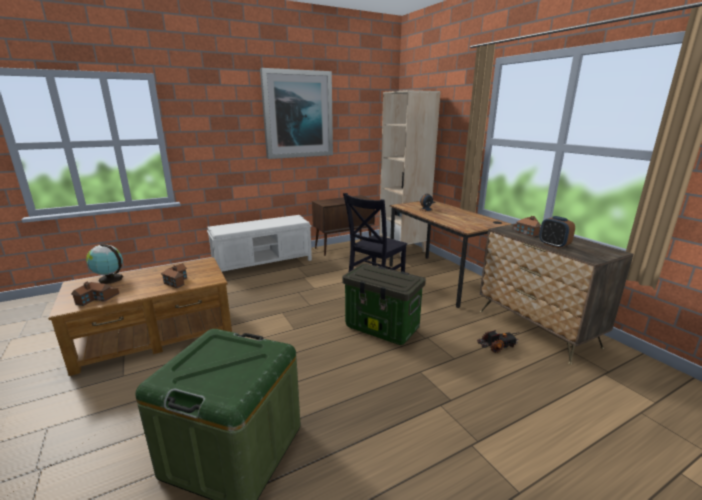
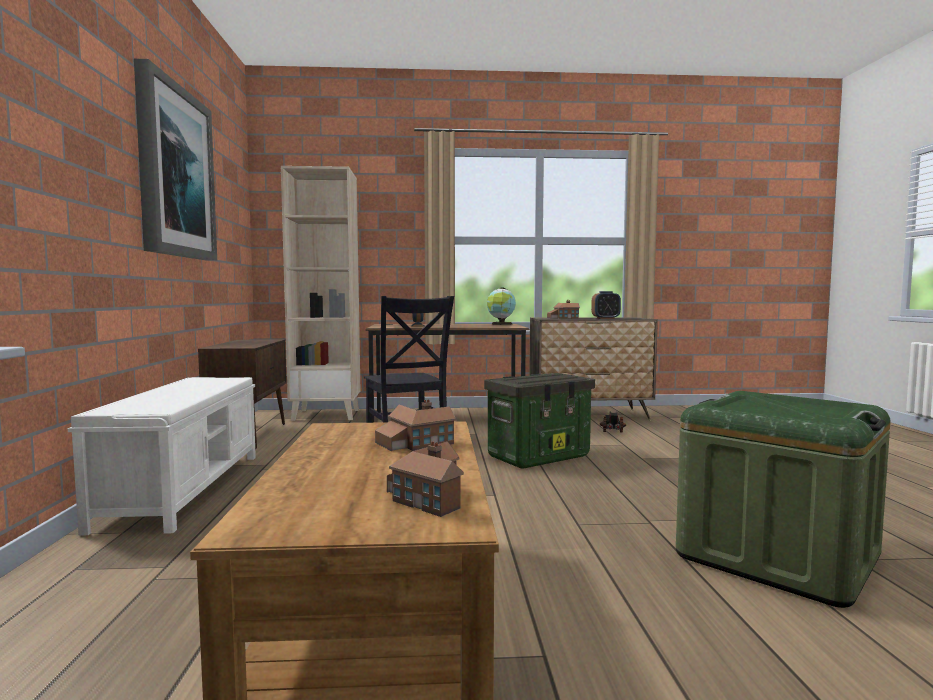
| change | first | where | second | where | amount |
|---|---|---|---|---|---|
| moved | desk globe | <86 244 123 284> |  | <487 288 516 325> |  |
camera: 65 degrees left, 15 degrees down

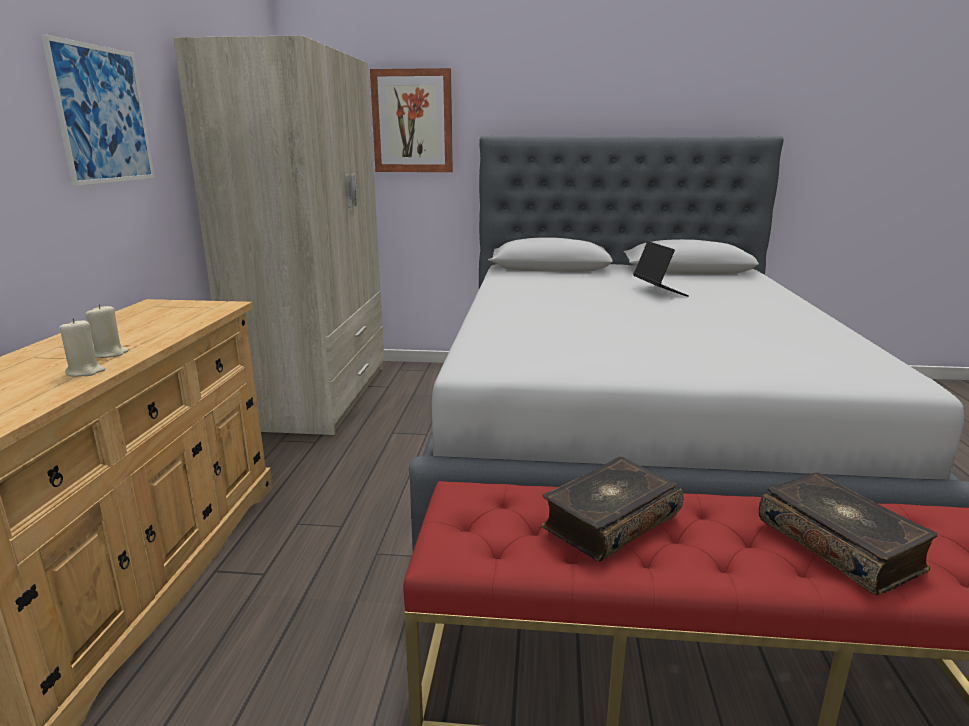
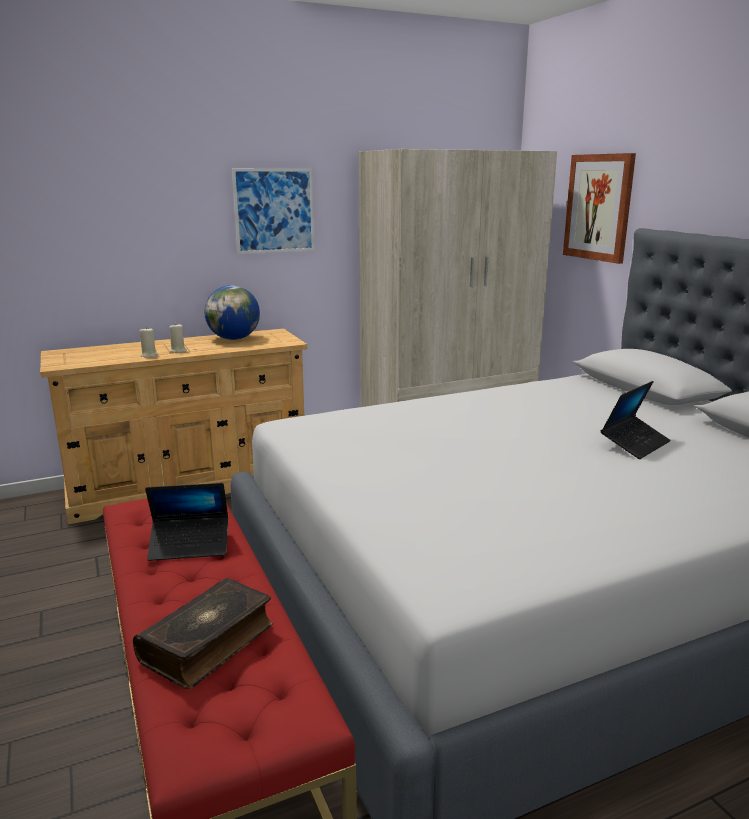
| change | first | where | second | where | amount |
|---|---|---|---|---|---|
| replaced | book | <541 456 684 562> | laptop | <145 483 228 561> |  |
| added |  |  | desk globe | <204 285 260 340> |  |
camera: 60 degrees right, 0 degrees up

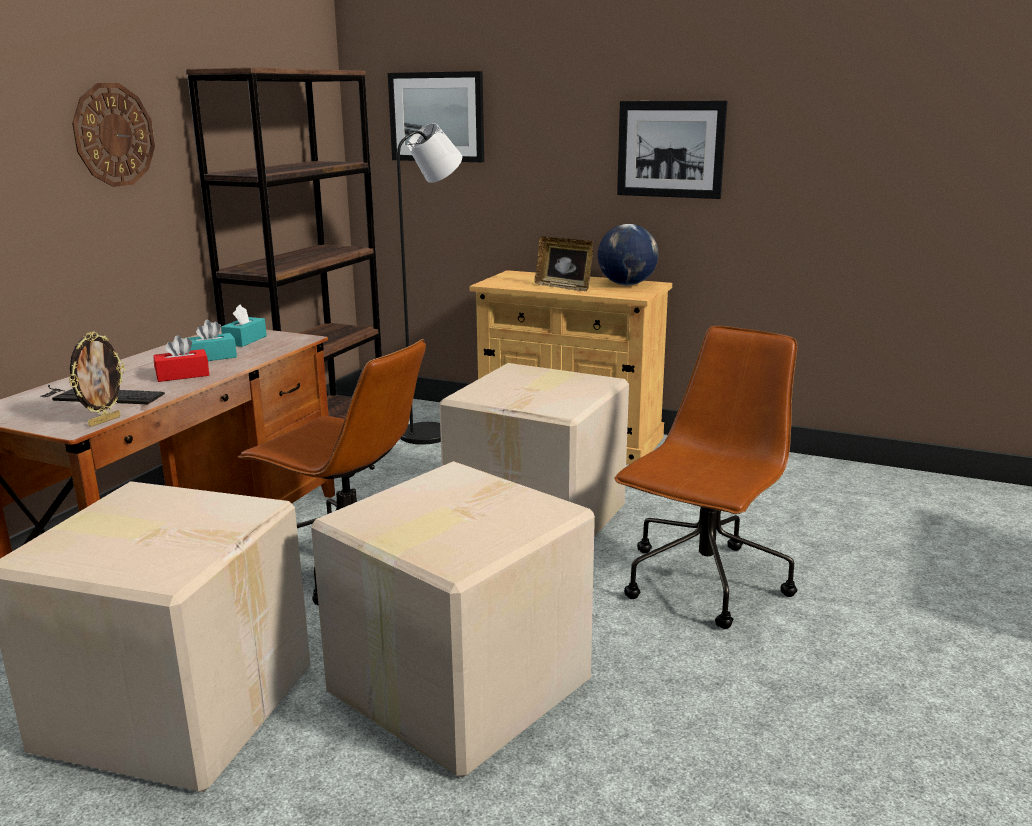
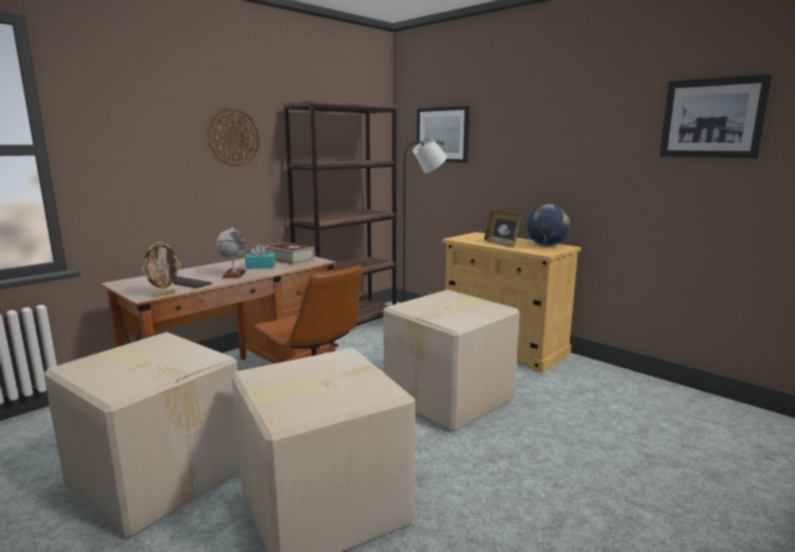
| change | first | where | second | where | amount |
|---|---|---|---|---|---|
| replaced | box of tissues/red | <153 335 209 382> | desk globe | <216 227 247 278> |  |
| replaced | box of tissues/blue-green | <221 305 267 347> | book | <265 242 314 265> |  |
| moved | wall art | <617 101 727 199> |  | <660 74 772 158> |  |
| removed | computer chair/brown-coloured | <614 326 797 629> |  |  |  |
camera: 20 degrees right, 5 degrees down

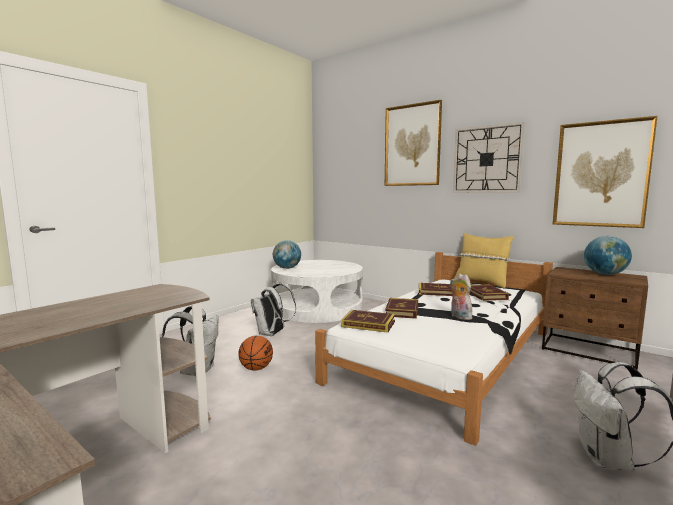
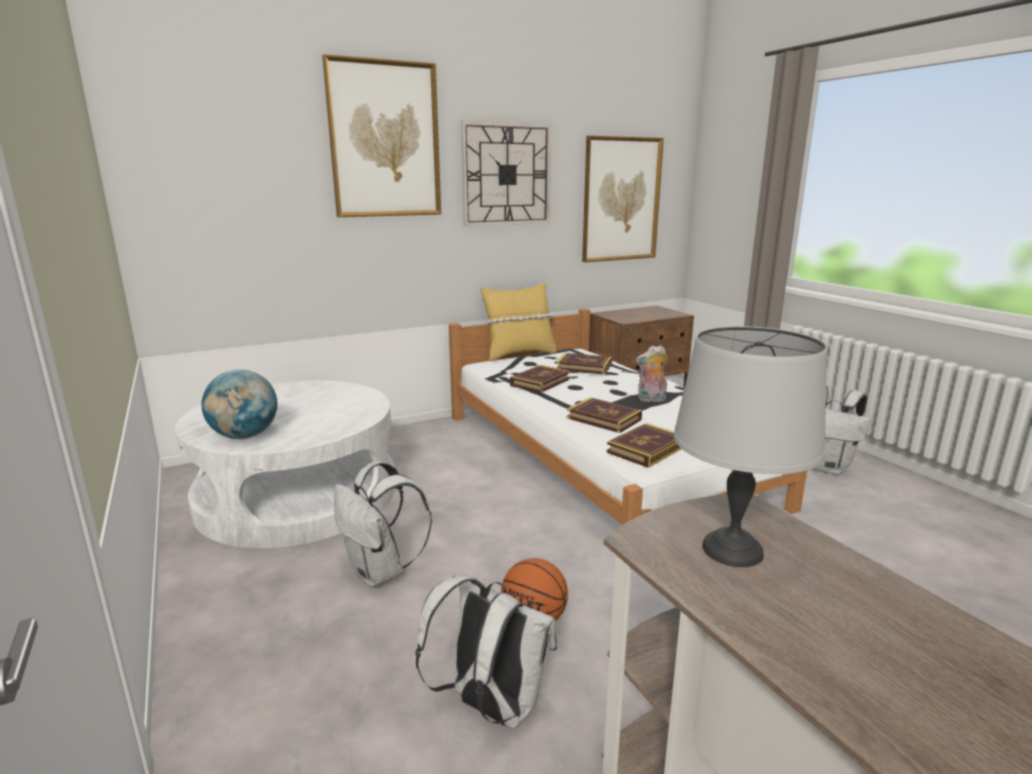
| change | first | where | second | where | amount |
|---|---|---|---|---|---|
| added |  |  | tabletop lamp/grey | <673 326 828 567> |  |
| removed | desk globe | <584 236 632 275> |  |  |  |
camera: 65 degrees left, 10 degrees up

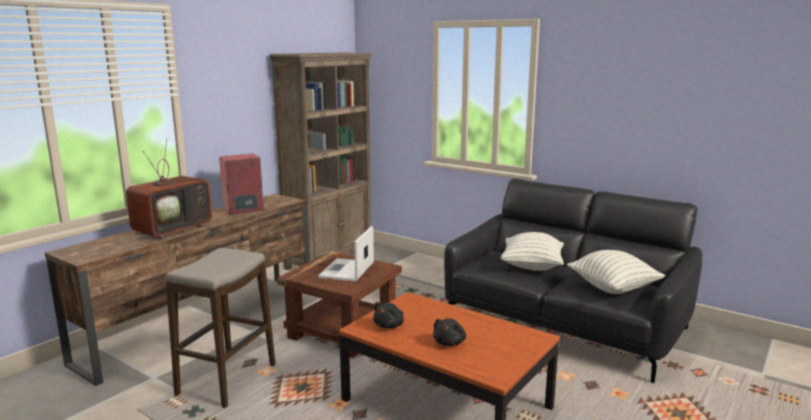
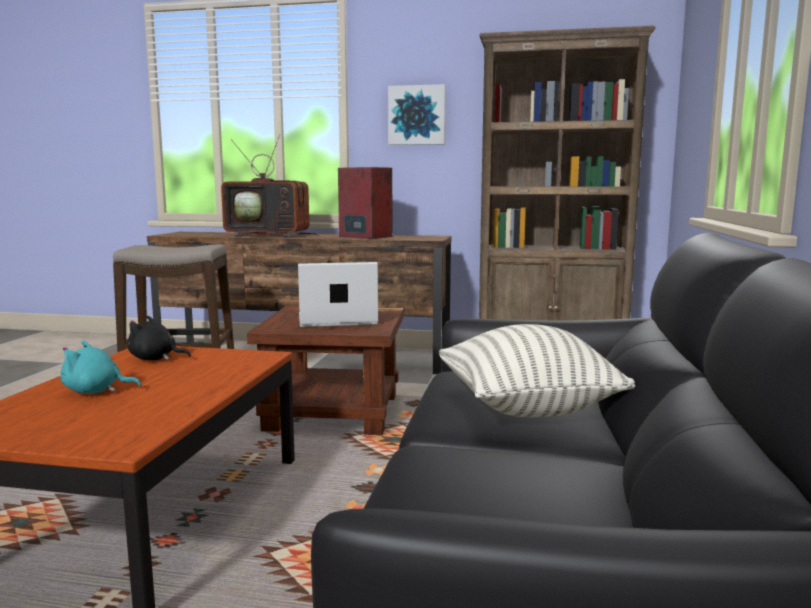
| change | first | where | second | where | amount |
|---|---|---|---|---|---|
| recoloured | soft toy/blackish | <433 319 466 346> | soft toy/blue-green | <60 340 141 394> |  |
| added |  |  | wall art | <388 84 446 145> |  |
| removed | throw pillow | <567 250 665 294> |  |  |  |
camera: 65 degrees right, 5 degrees down

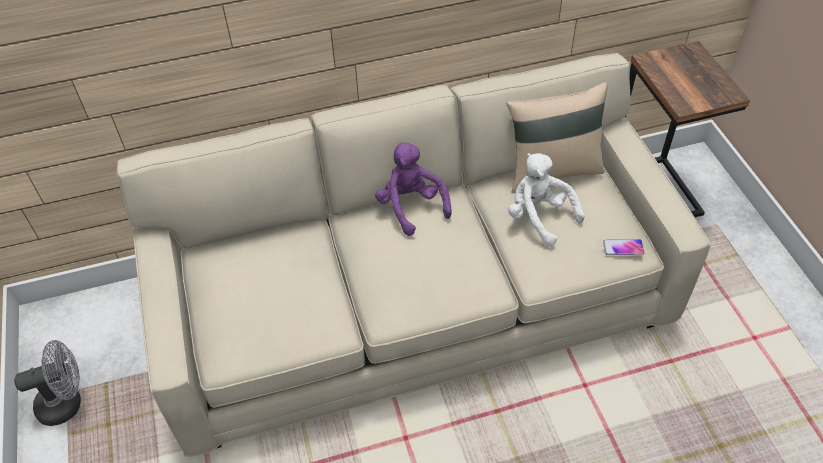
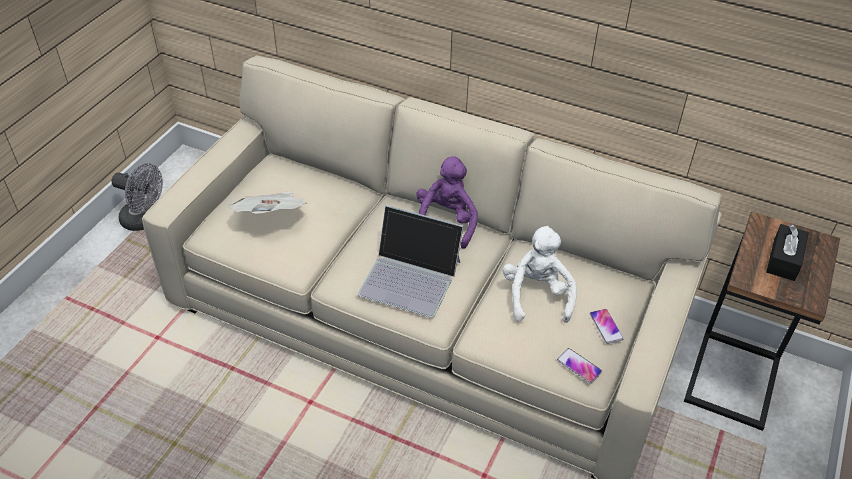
| change | first | where | second | where | amount |
|---|---|---|---|---|---|
| added |  |  | newspaper | <228 191 307 214> |  |
| added |  |  | laptop | <357 205 464 318> |  |
| added |  |  | phone | <590 309 624 344> |  |
| added |  |  | box of tissues/blackish | <766 224 809 281> |  |
| removed | throw pillow/beige-coloured | <506 82 607 193> |  |  |  |
camera: 40 degrees right, 5 degrees down

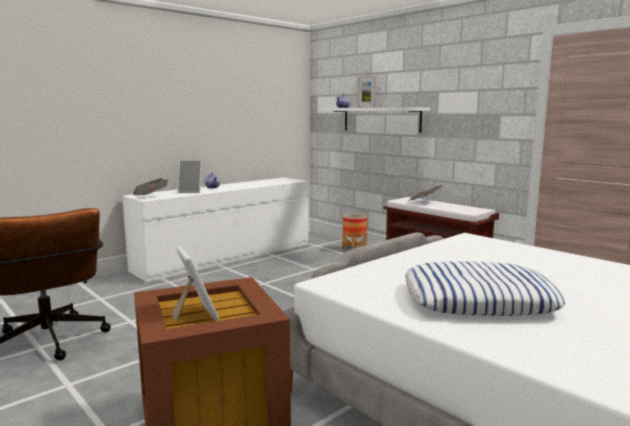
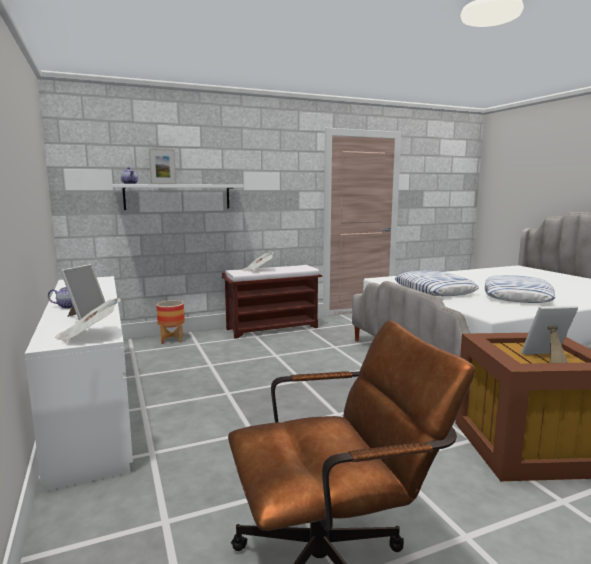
| change | first | where | second | where | amount |
|---|---|---|---|---|---|
| added |  |  | throw pillow | <395 271 479 296> |  |
camera: 70 degrees left, 0 degrees up

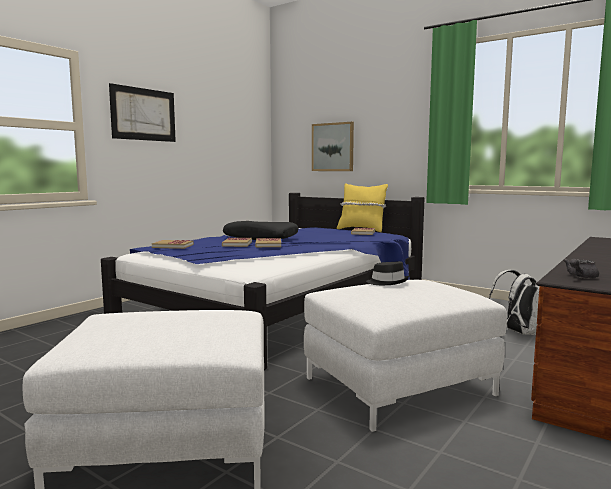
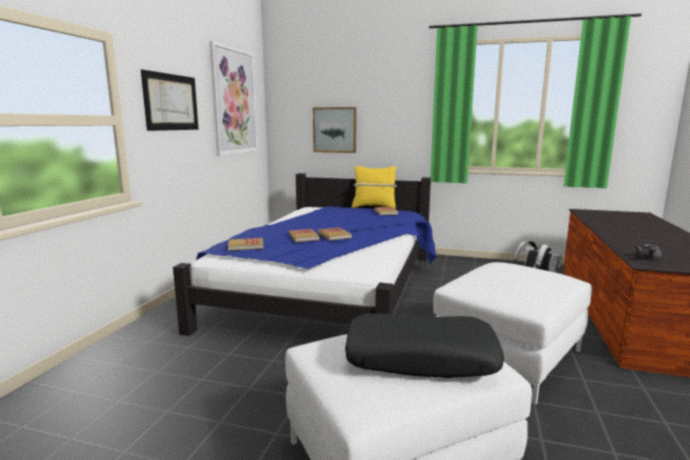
| change | first | where | second | where | amount |
|---|---|---|---|---|---|
| added |  |  | wall art | <209 41 258 156> |  |
| moved | throw pillow/blackish | <223 221 299 240> |  | <345 313 504 378> |  |
| removed | wearable hat/blackish | <366 261 409 285> |  |  |  |
camera: 20 degrees left, 5 degrees up

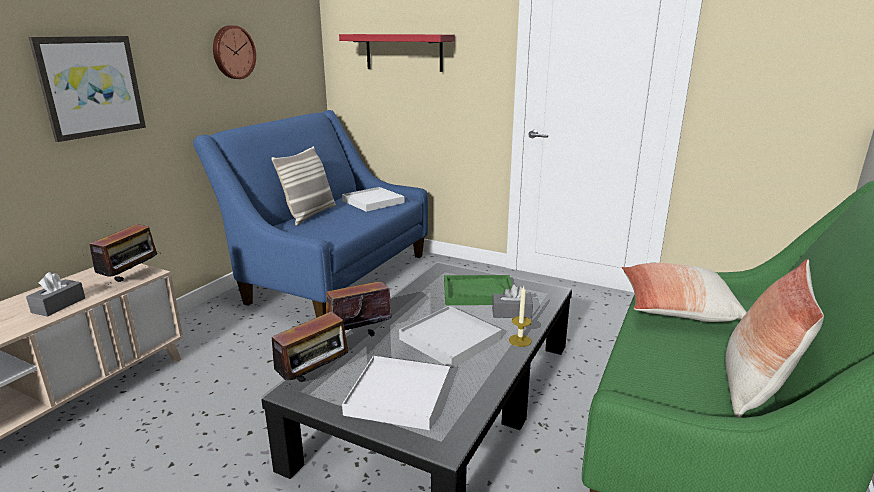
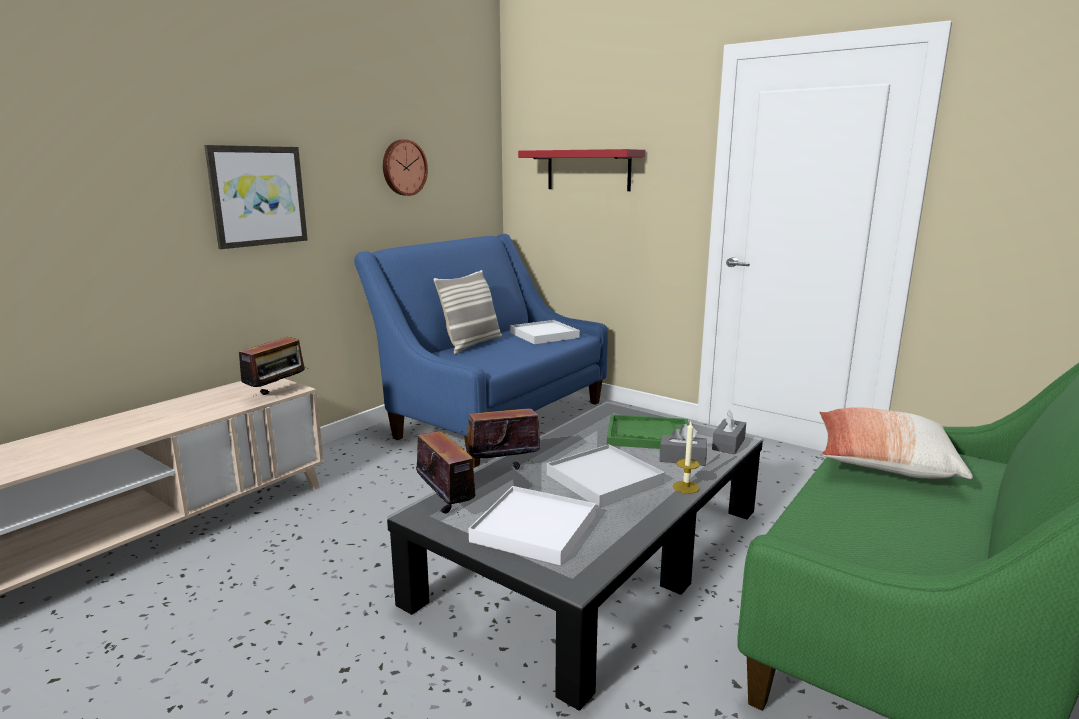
| change | first | where | second | where | amount |
|---|---|---|---|---|---|
| turned | radio receiver | <272 312 352 385> |  | <413 431 476 516> | 90 degrees counterclockwise |
| moved | box of tissues/grey | <26 272 85 317> |  | <712 410 746 454> |  |
| removed | throw pillow | <725 259 824 418> |  |  |  |
camera: 10 degrees right, 5 degrees down

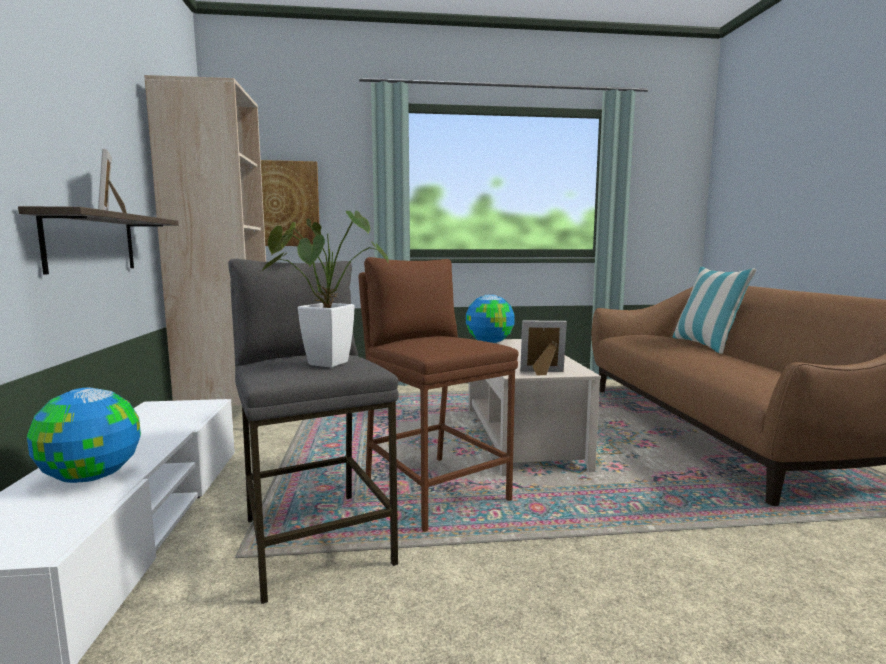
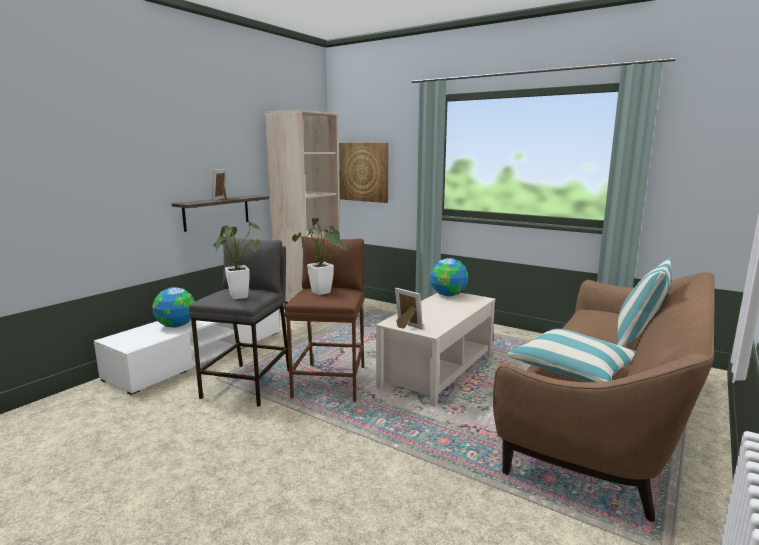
| change | first | where | second | where | amount |
|---|---|---|---|---|---|
| added |  |  | houseplant | <292 218 347 295> |  |
| added |  |  | throw pillow | <507 329 636 382> |  |
camera: 40 degrees right, 5 degrees up

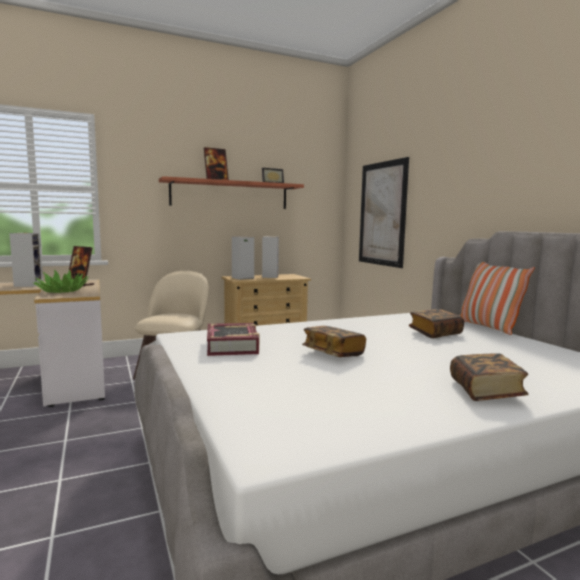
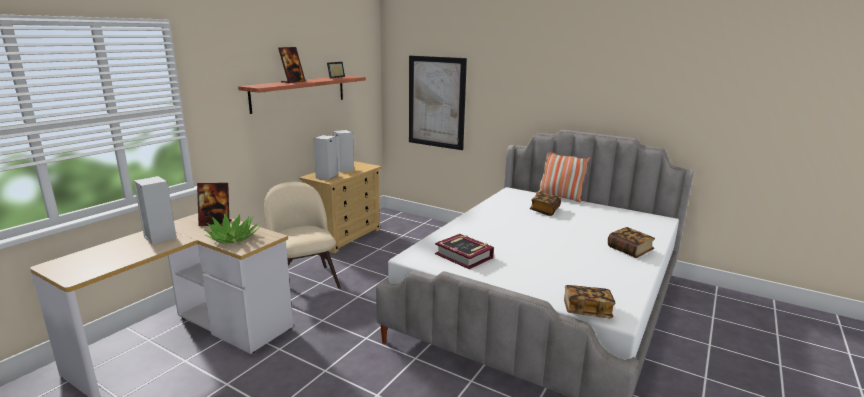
| change | first | where | second | where | amount |
|---|---|---|---|---|---|
| moved | book | <302 326 366 357> |  | <564 285 616 318> |  |
camera: 35 degrees left, 10 degrees up

